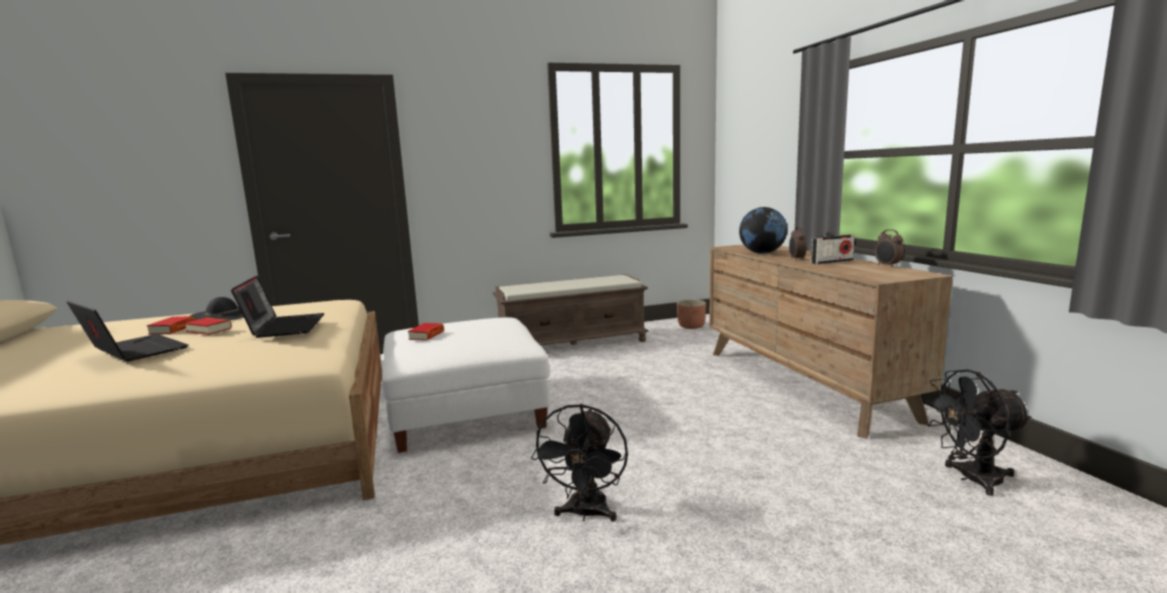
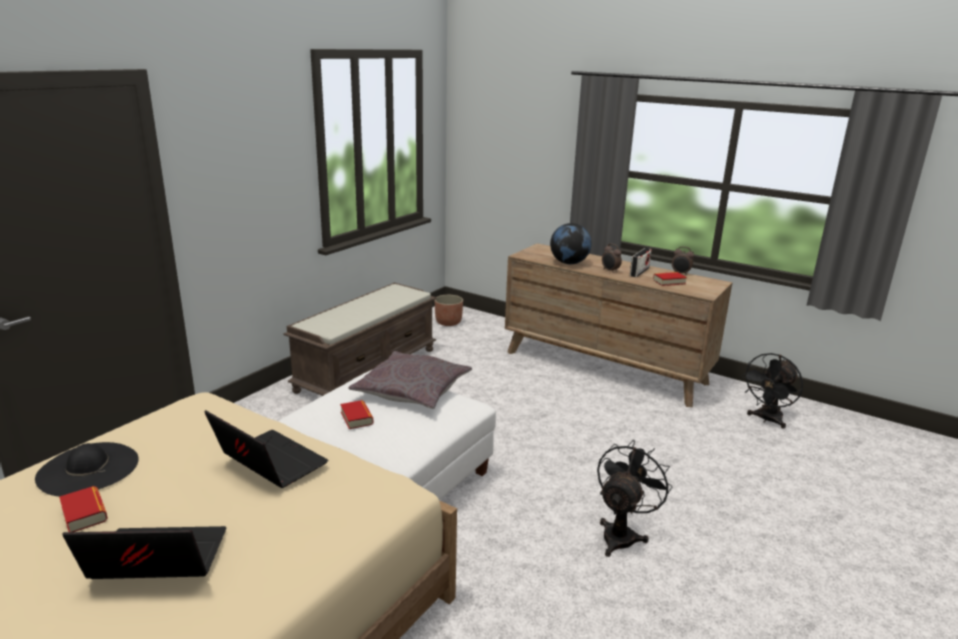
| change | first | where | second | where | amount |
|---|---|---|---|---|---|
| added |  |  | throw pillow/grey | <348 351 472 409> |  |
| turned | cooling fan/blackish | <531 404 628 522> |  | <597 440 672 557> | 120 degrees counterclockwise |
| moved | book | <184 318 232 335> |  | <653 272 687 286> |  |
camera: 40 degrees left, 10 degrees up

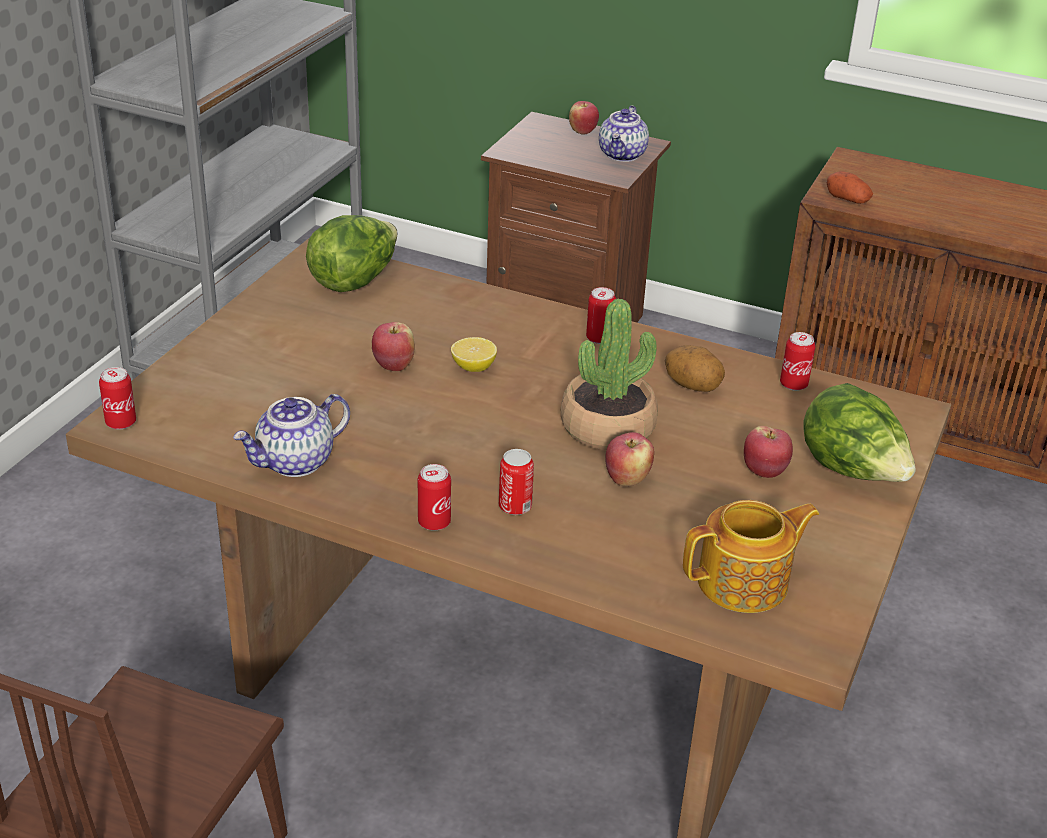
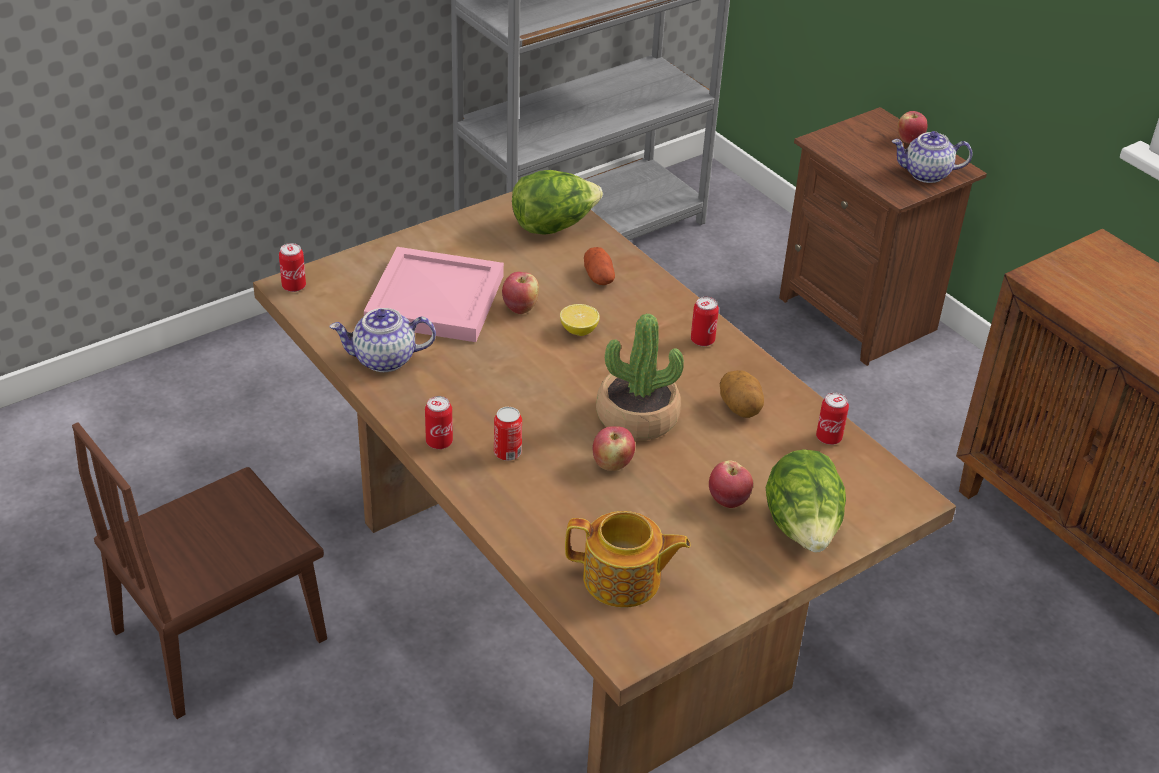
| change | first | where | second | where | amount |
|---|---|---|---|---|---|
| added |  |  | carrying tray/pink | <364 247 504 342> |  |
| moved | spud | <827 171 873 204> |  | <584 247 615 285> |  |
| turned | pot for tea | <599 105 649 162> |  | <892 131 973 183> | 45 degrees clockwise |
camera: 30 degrees right, 5 degrees up

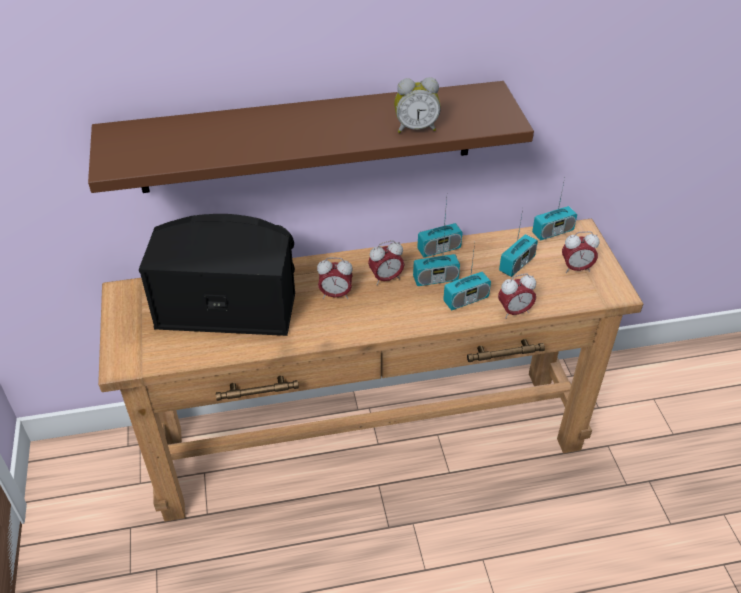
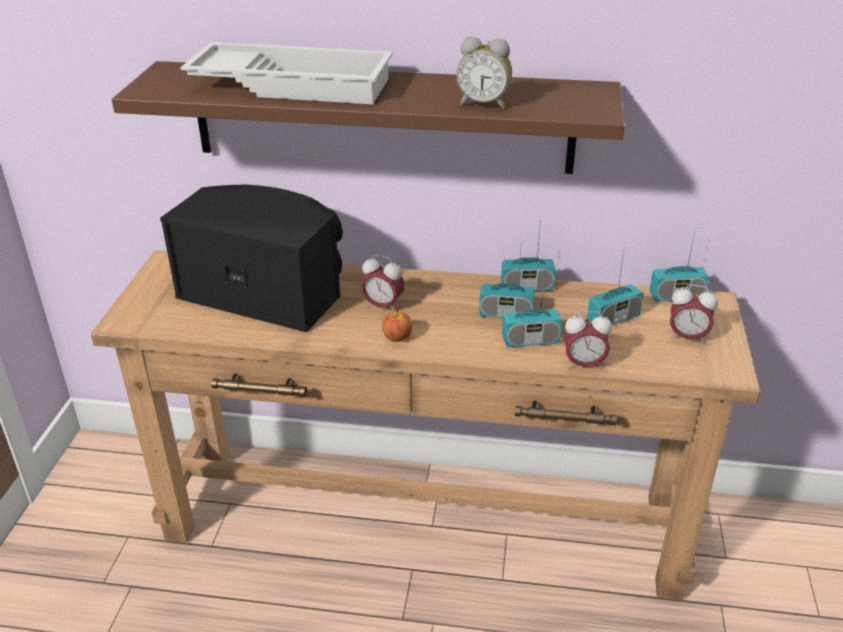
| change | first | where | second | where | amount |
|---|---|---|---|---|---|
| added |  |  | carrying tray/white-coloured | <180 42 393 104> |  |
| added |  |  | apple | <382 310 412 342> |  |
| removed | table clock | <368 240 405 285> |  |  |  |
camera: 20 degrees right, 10 degrees down

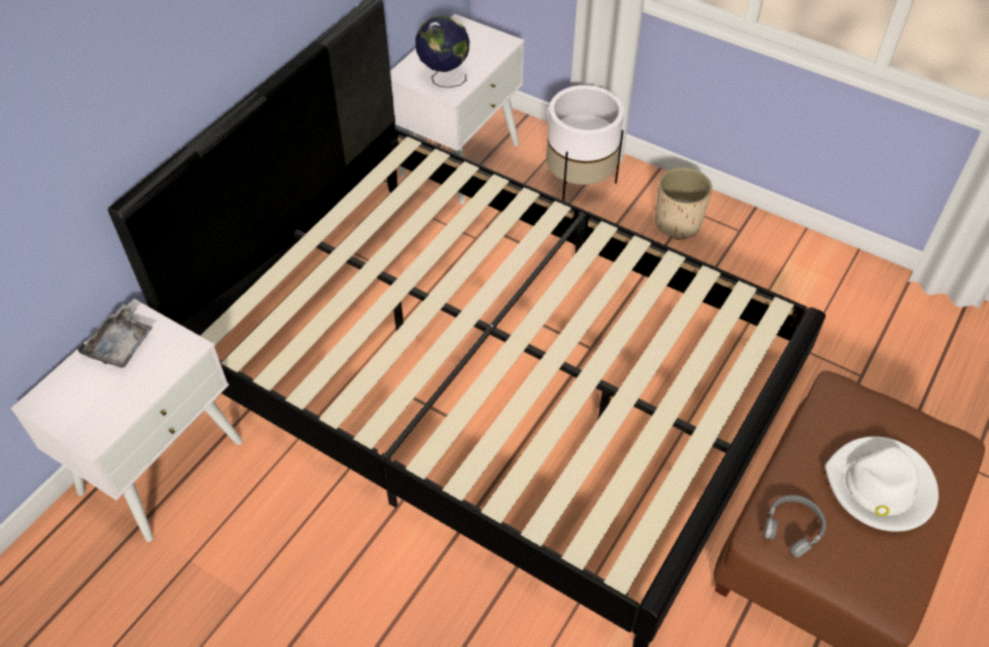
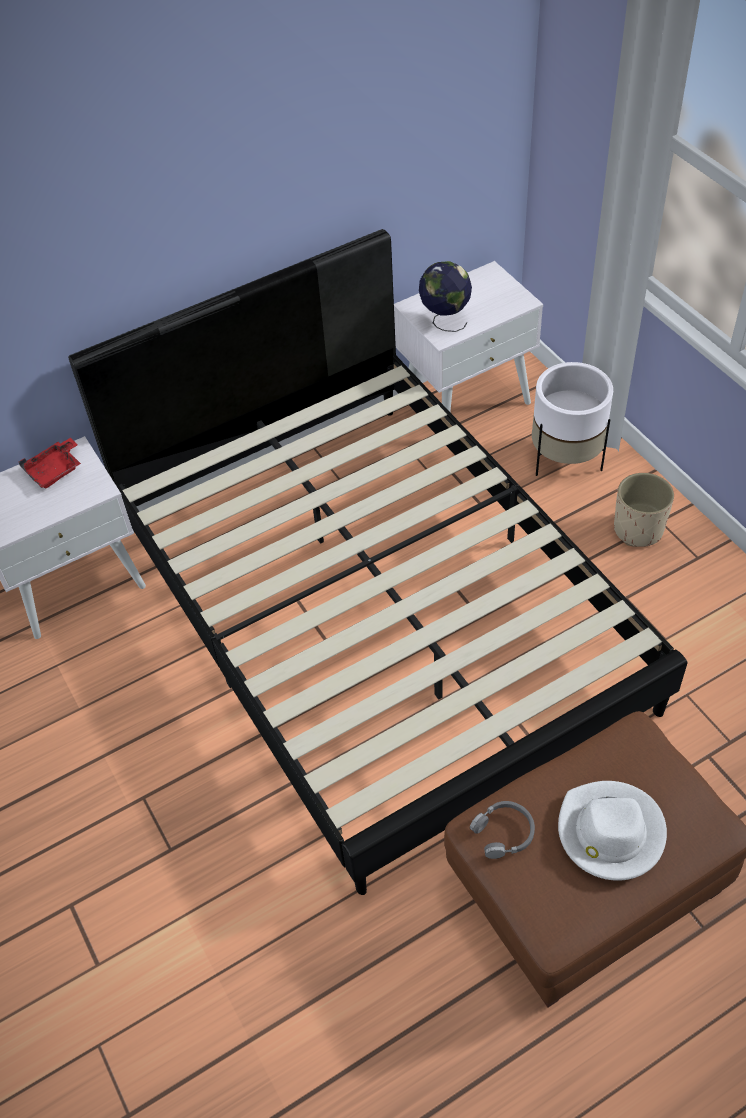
| change | first | where | second | where | amount |
|---|---|---|---|---|---|
| recoloured | carrying tray/grey | <77 304 153 368> | carrying tray/red | <19 438 81 488> |  |
camera: 30 degrees right, 0 degrees up

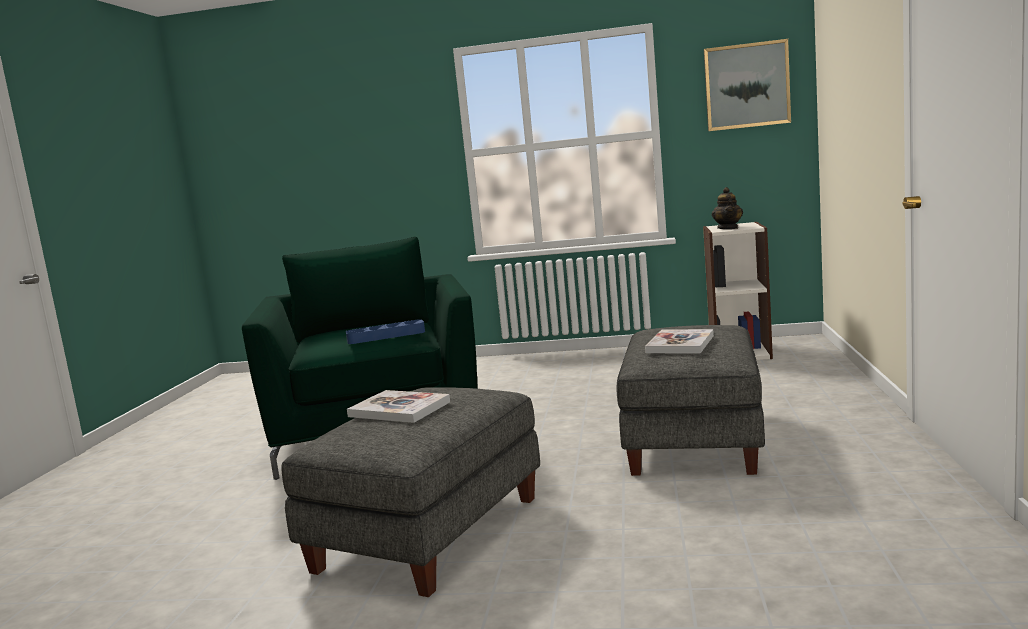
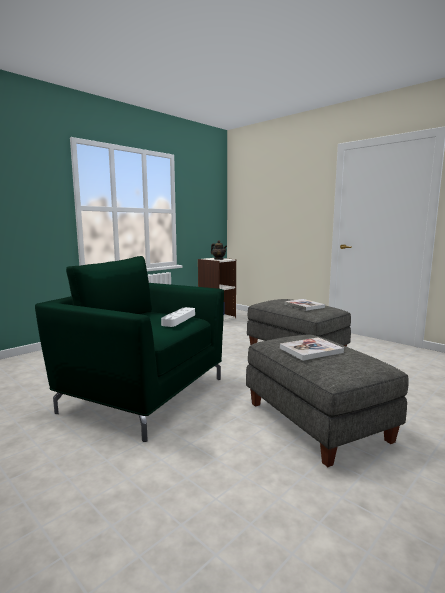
| change | first | where | second | where | amount |
|---|---|---|---|---|---|
| recoloured | carrying tray/blue | <346 319 425 344> | carrying tray/white-coloured | <161 307 195 327> |  |
| removed | wall art | <704 39 791 131> |  |  |  |
camera: 55 degrees left, 0 degrees up

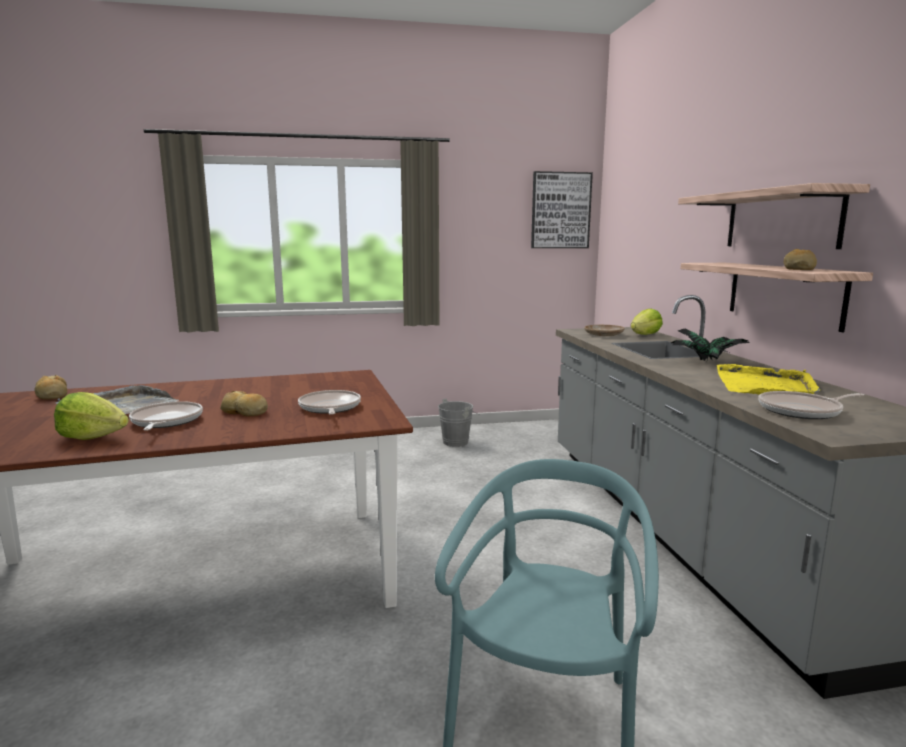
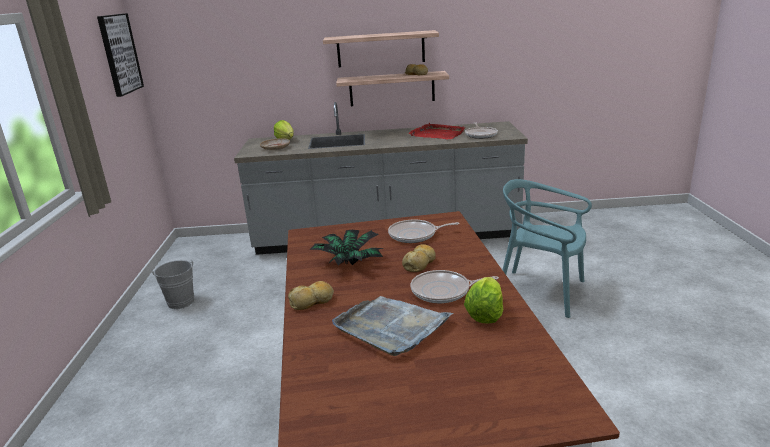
| change | first | where | second | where | amount |
|---|---|---|---|---|---|
| moved | bakery bread | <34 375 67 400> |  | <288 281 334 310> |  |
| moved | houseplant | <671 329 750 361> |  | <310 230 383 266> |  |
| recoloured | carrying tray/yellow | <717 364 821 395> | carrying tray/red | <408 123 465 140> |  |
camera: 80 degrees left, 10 degrees up

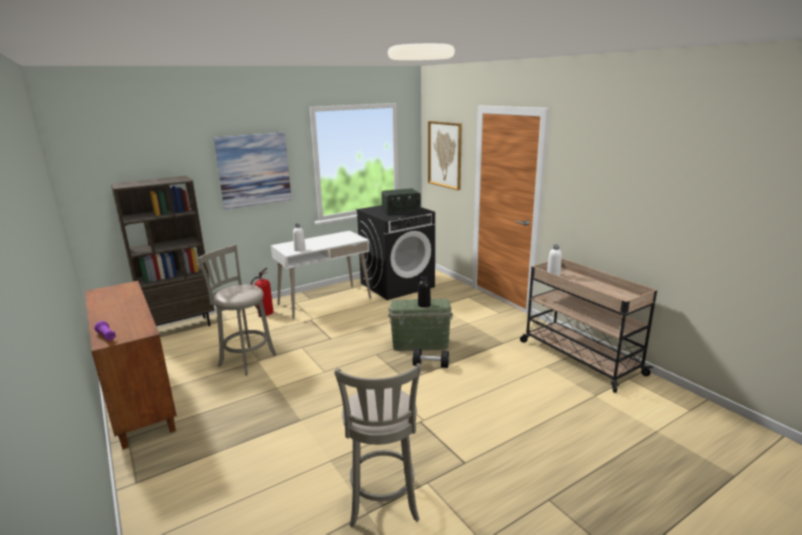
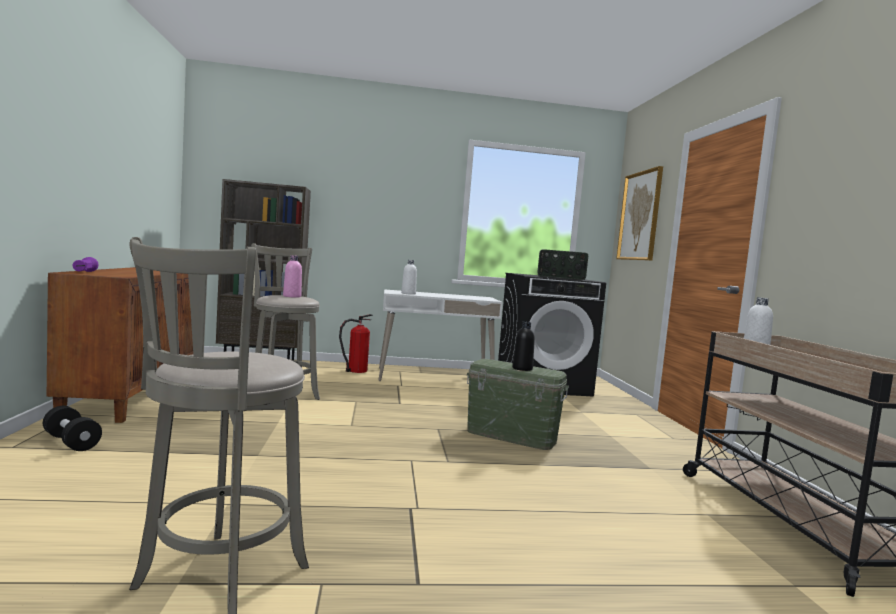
| change | first | where | second | where | amount |
|---|---|---|---|---|---|
| moved | dumbbell/blackish | <413 348 449 368> |  | <43 406 102 451> |  |
| added |  |  | bottle/pink | <283 255 302 298> |  |
| removed | wall art | <213 132 292 210> |  |  |  |
camera: 25 degrees right, 15 degrees down

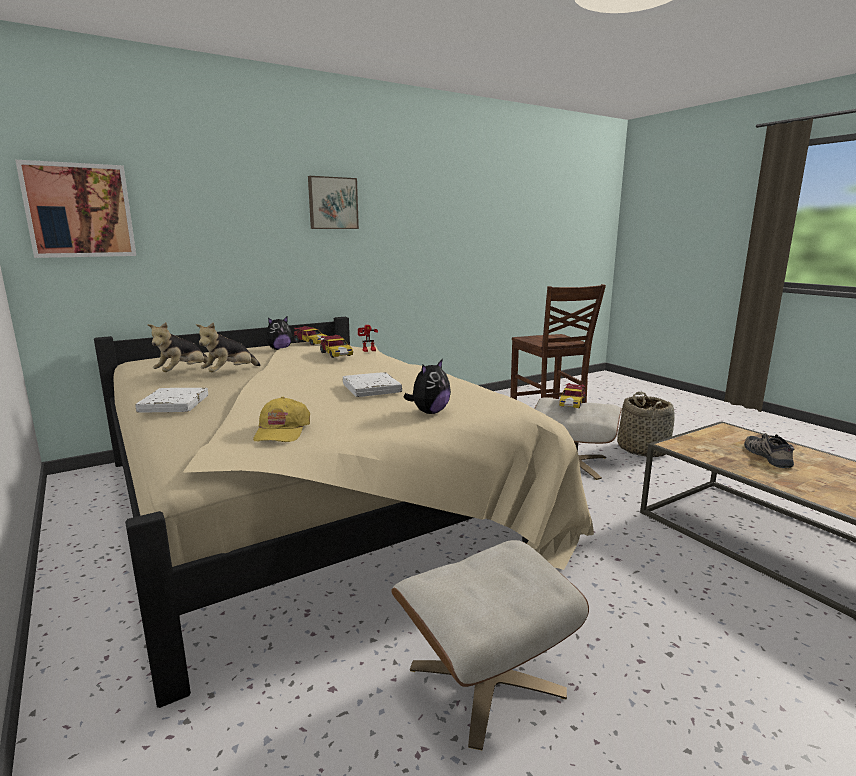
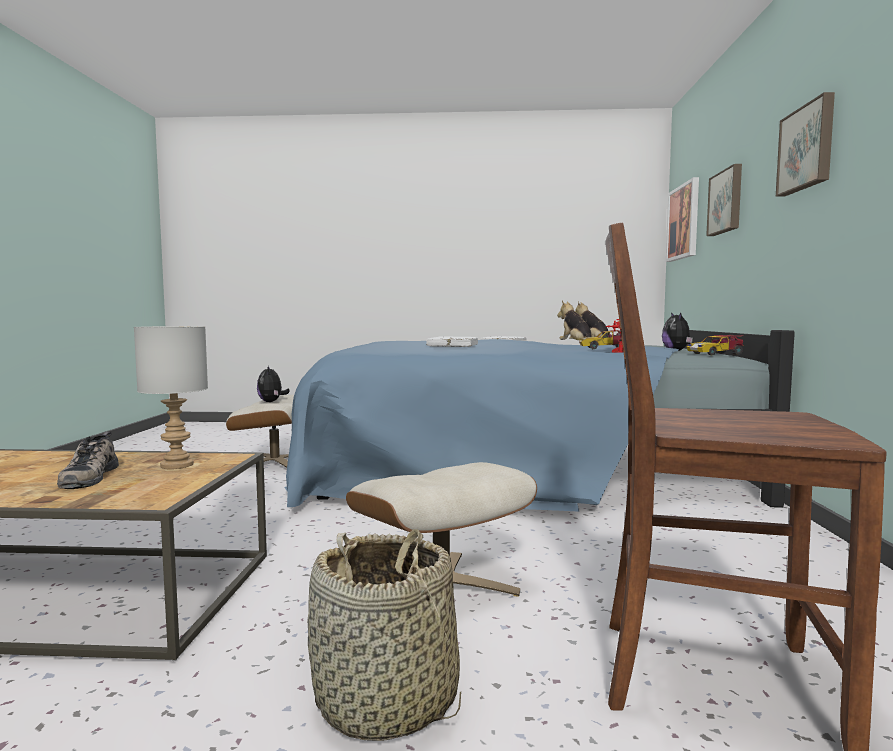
| change | first | where | second | where | amount |
|---|---|---|---|---|---|
| turned | low shoe | <744 433 795 468> |  | <57 432 119 489> | 45 degrees clockwise |
| added |  |  | tabletop lamp/grey | <134 326 208 469> |  |
| moved | soft toy | <403 359 451 414> |  | <257 366 290 402> |  |
| recoloured | bedroom bed/beige-coloured | <94 317 594 708> | bedroom bed/blue | <284 330 795 512> |  |
| added |  |  | wall art | <706 164 742 236> |  |
| removed | peaked cap/yellow | <253 397 310 442> |  |  |  |
| removed | model car | <559 383 586 408> |  |  |  |
camera: 125 degrees right, 10 degrees down

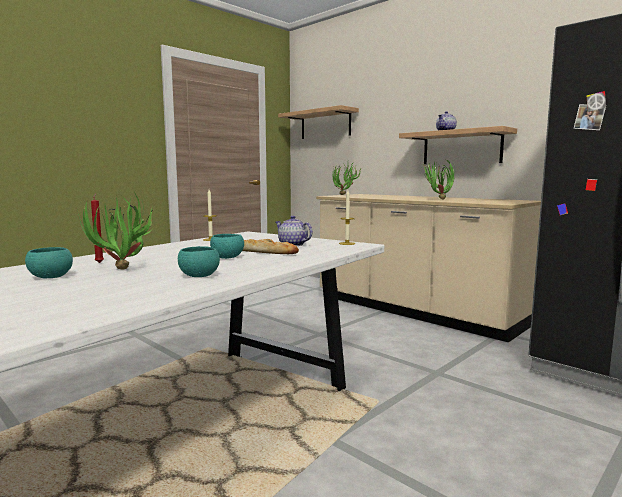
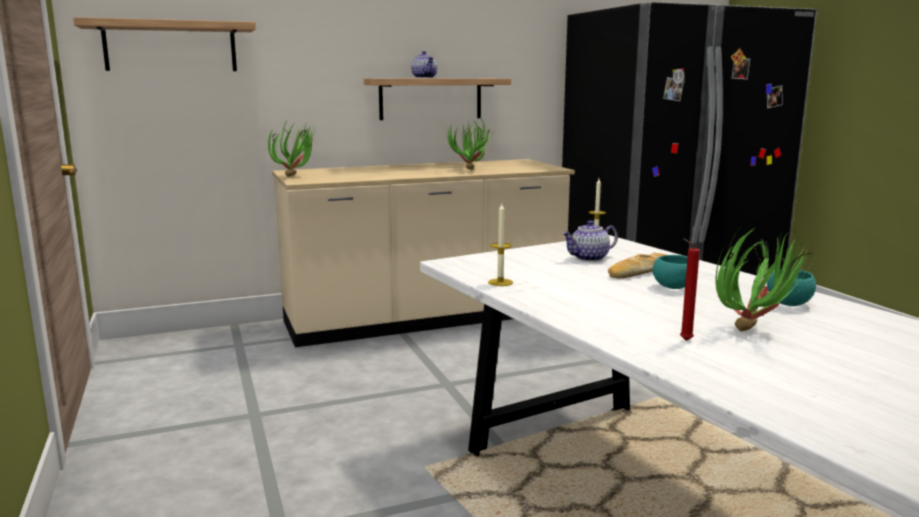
| change | first | where | second | where | amount |
|---|---|---|---|---|---|
| removed | deep dish/blue-green | <25 247 73 278> |  |  |  |
camera: 65 degrees left, 5 degrees up

